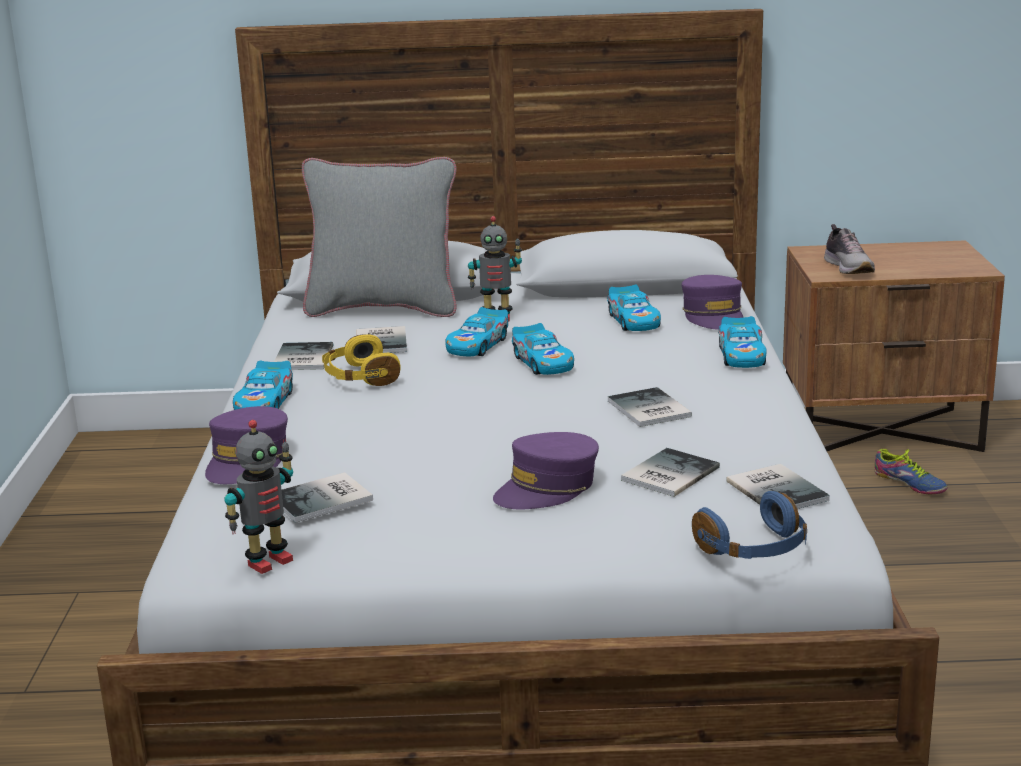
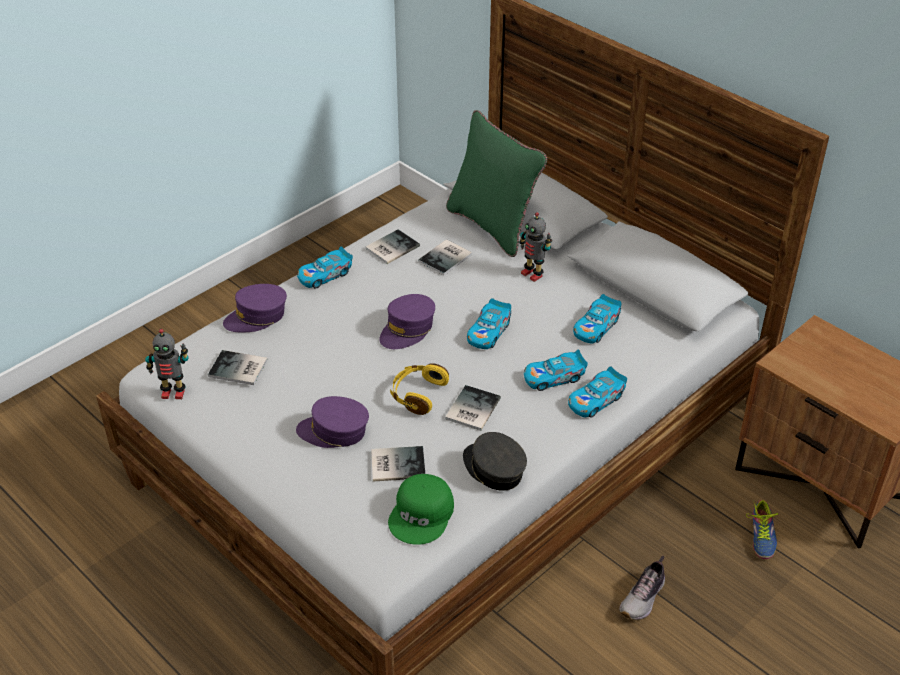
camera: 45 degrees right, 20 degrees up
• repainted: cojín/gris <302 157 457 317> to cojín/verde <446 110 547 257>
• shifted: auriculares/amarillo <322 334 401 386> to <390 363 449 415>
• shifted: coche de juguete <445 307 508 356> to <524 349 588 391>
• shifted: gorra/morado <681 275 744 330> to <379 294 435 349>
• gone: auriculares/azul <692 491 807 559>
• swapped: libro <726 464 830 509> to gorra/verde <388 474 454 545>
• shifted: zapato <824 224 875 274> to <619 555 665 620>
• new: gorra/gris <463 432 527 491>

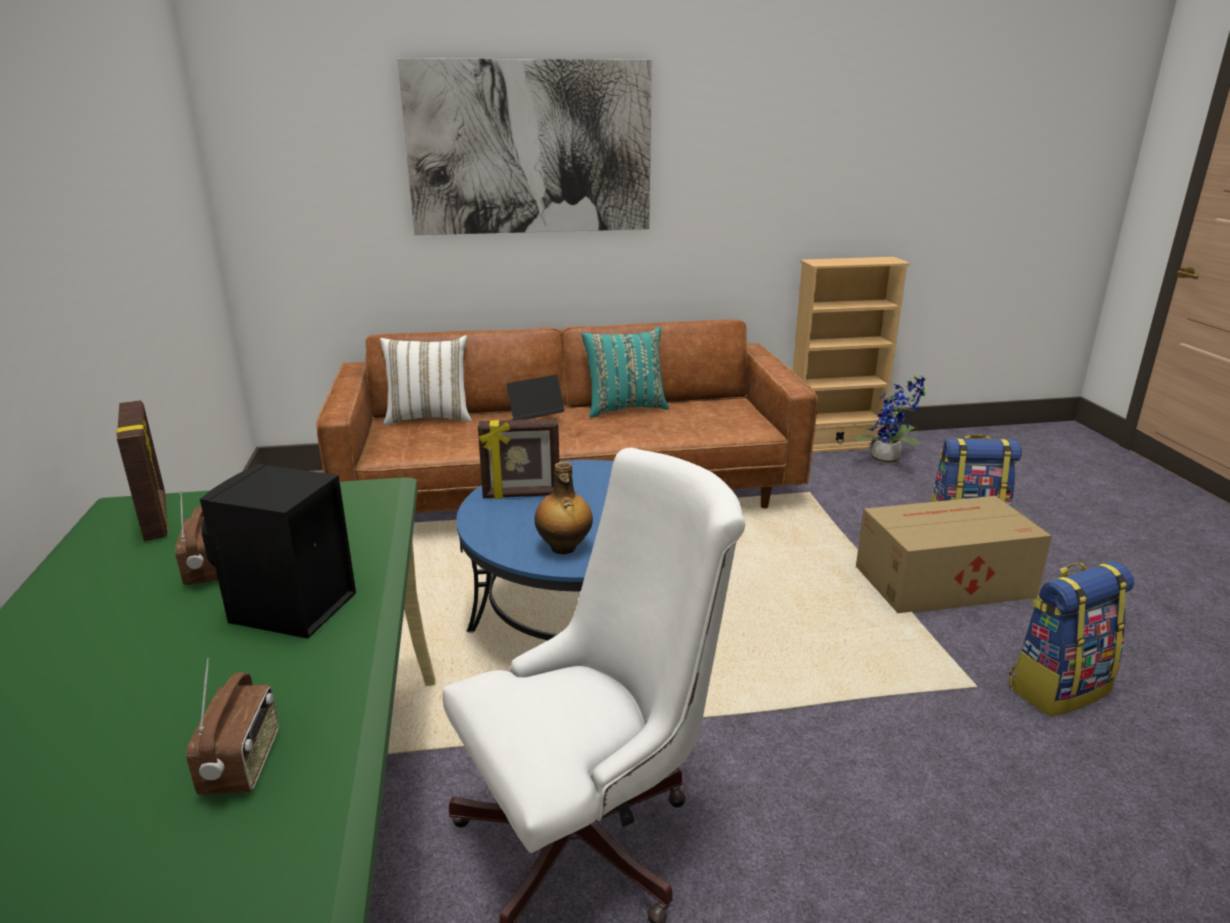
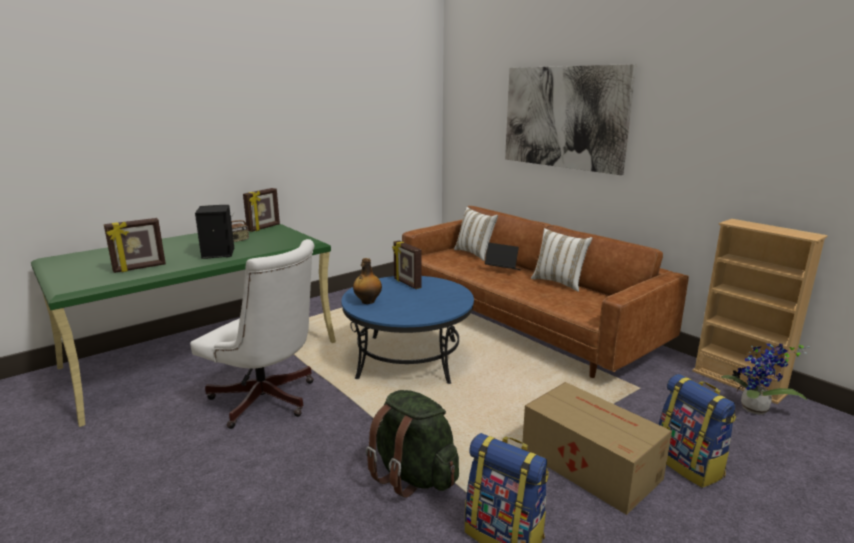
camera: 60 degrees right, 5 degrees down
• swapped: radio <186 658 279 795> to portarretratos <104 218 166 273>
• repainted: cojín/turquesa <581 326 669 418> to cojín/blanco <531 228 592 292>
• new: mochila/verde <366 390 459 498>

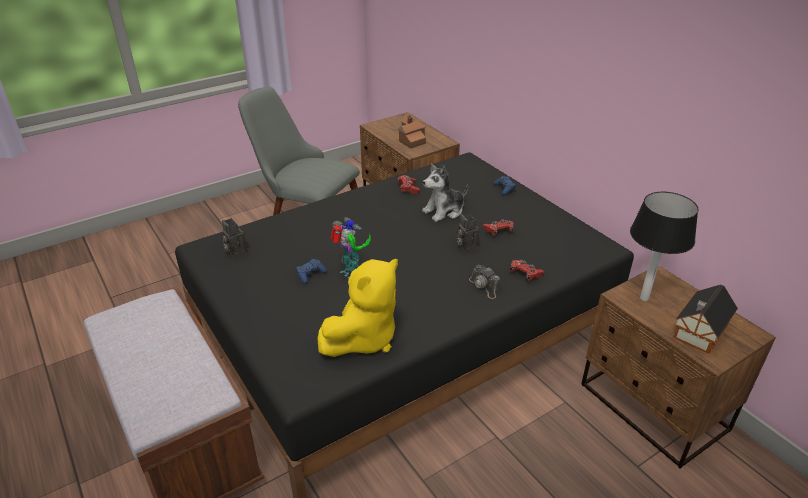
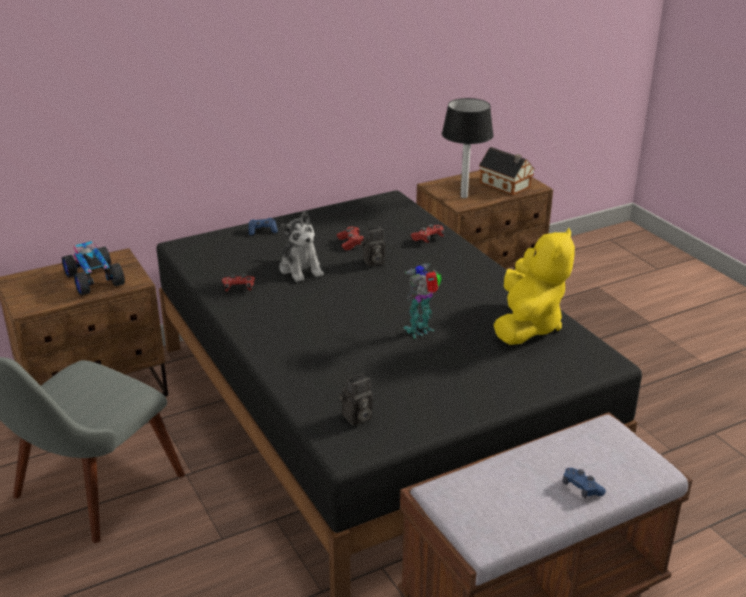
camera: 85 degrees left, 5 degrees down
• shifted: mando de consola/azul <296 259 327 284> to <563 468 606 498>
• rotated: peluche/amarillo <317 259 398 357> = <494 228 575 345> 60 degrees clockwise
• swapped: casita <398 115 426 148> to coche de juguete <62 241 125 296>
• gone: cámara <469 265 500 299>

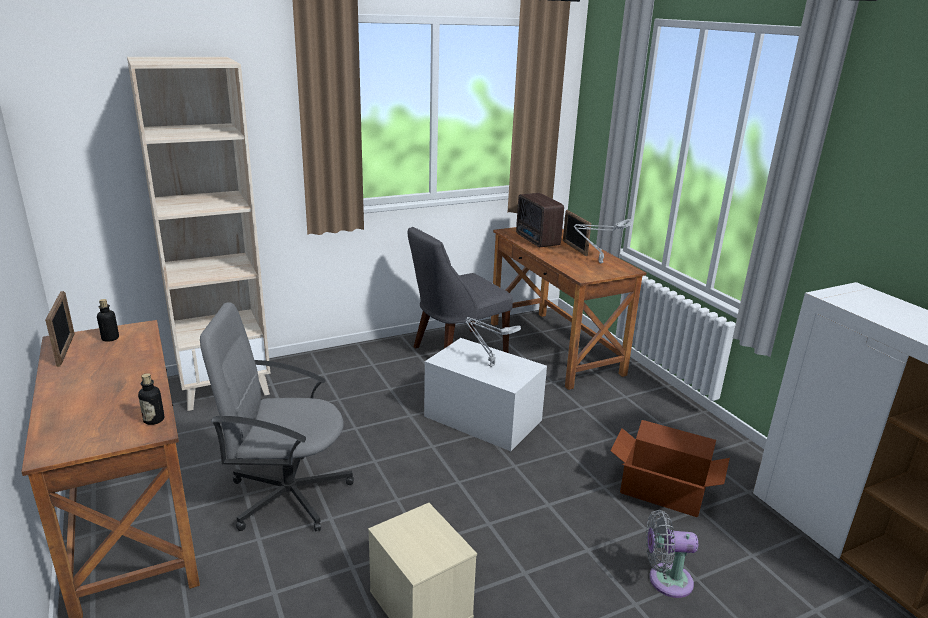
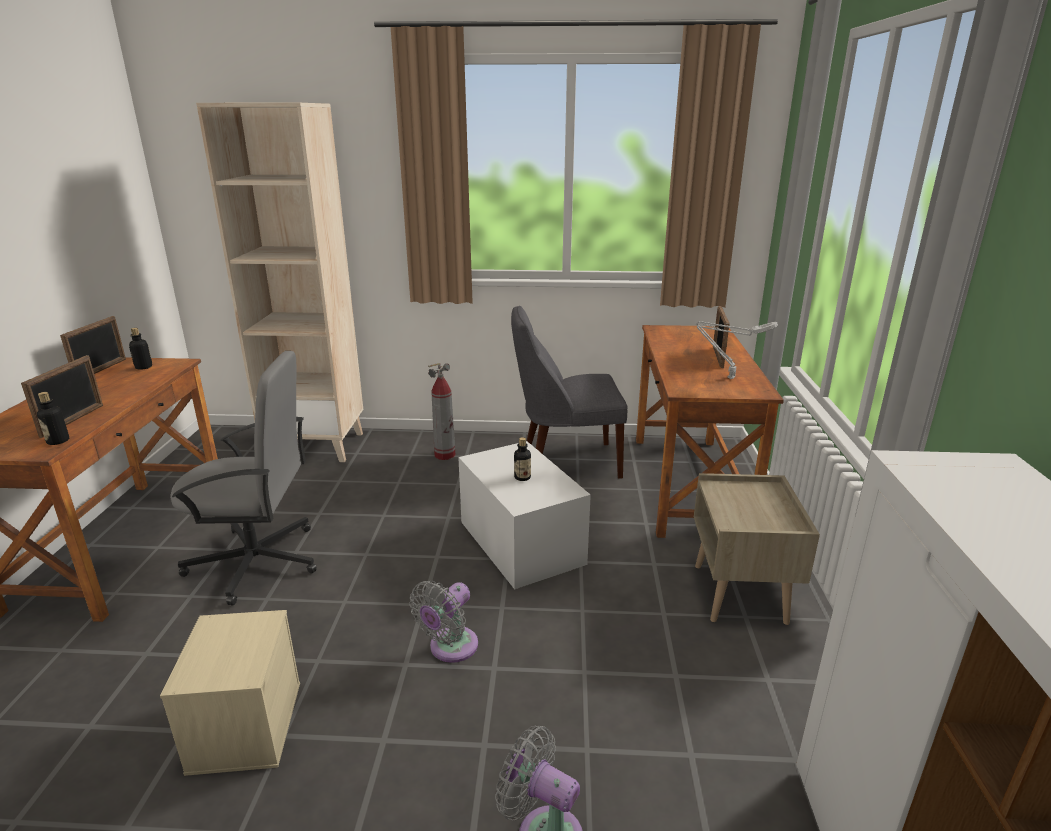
camera: 30 degrees right, 0 degrees up
• rotated: silla de oficina/gris <200 303 354 531> = <170 351 317 606> 150 degrees clockwise
• swapped: lámpara de mesa/gris <465 317 521 367> to botella <514 437 531 481>
• gone: radio <516 193 564 247>
• gone: caja de cartón <611 420 730 517>
• new: portarretratos <21 355 103 438>
• new: ventilador/gris <409 581 478 663>
• new: extintor <428 363 456 460>
• new: mesita de noche/beis <694 473 820 625>

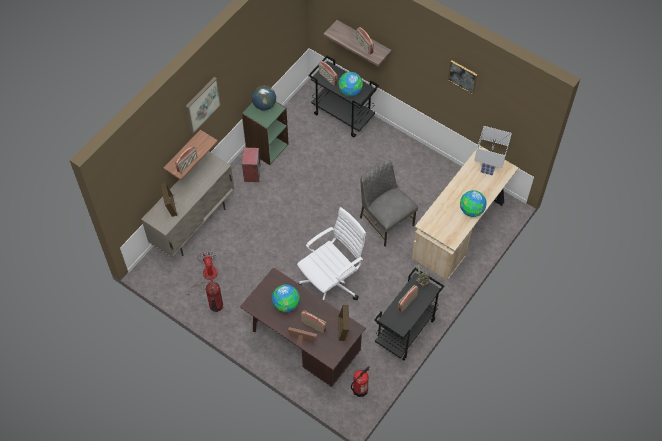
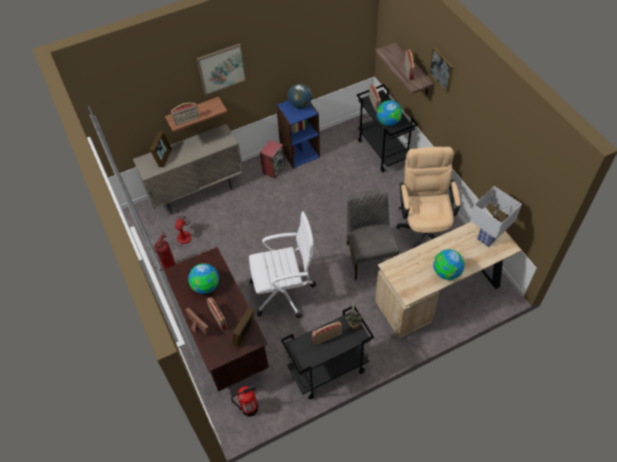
camera: 30 degrees right, 5 degrees down
• repainted: estantería/verde <242 102 289 165> to estantería/azul <276 101 320 168>
• shifted: cuadro <448 60 478 94> to <429 47 454 93>
• new: silla de oficina/beis <396 147 460 248>

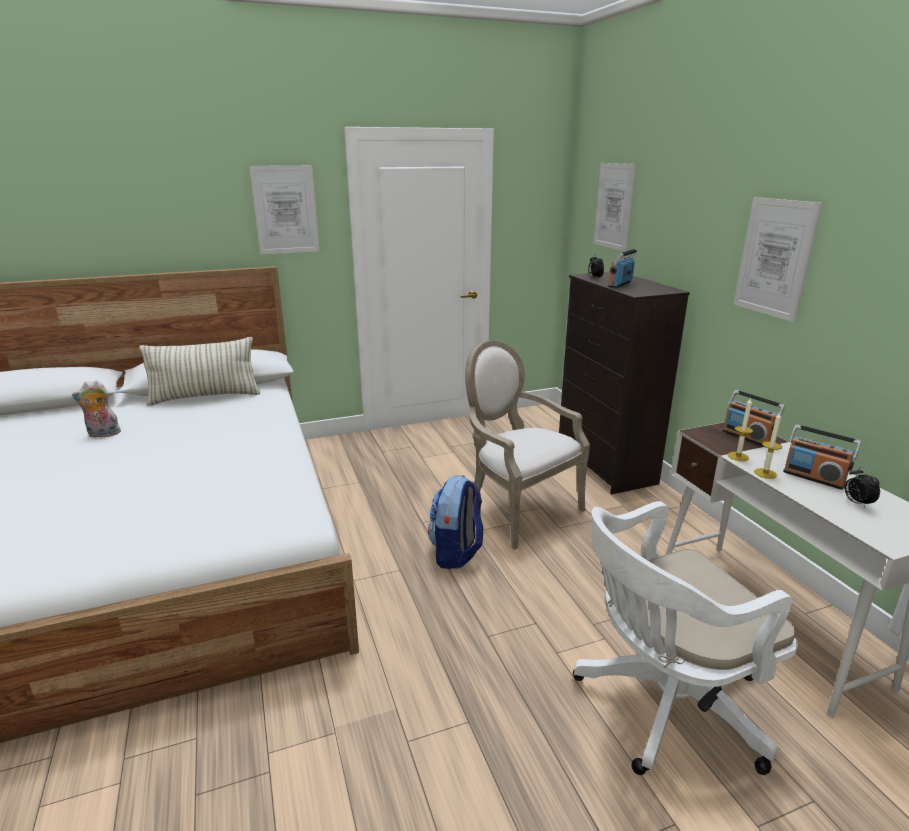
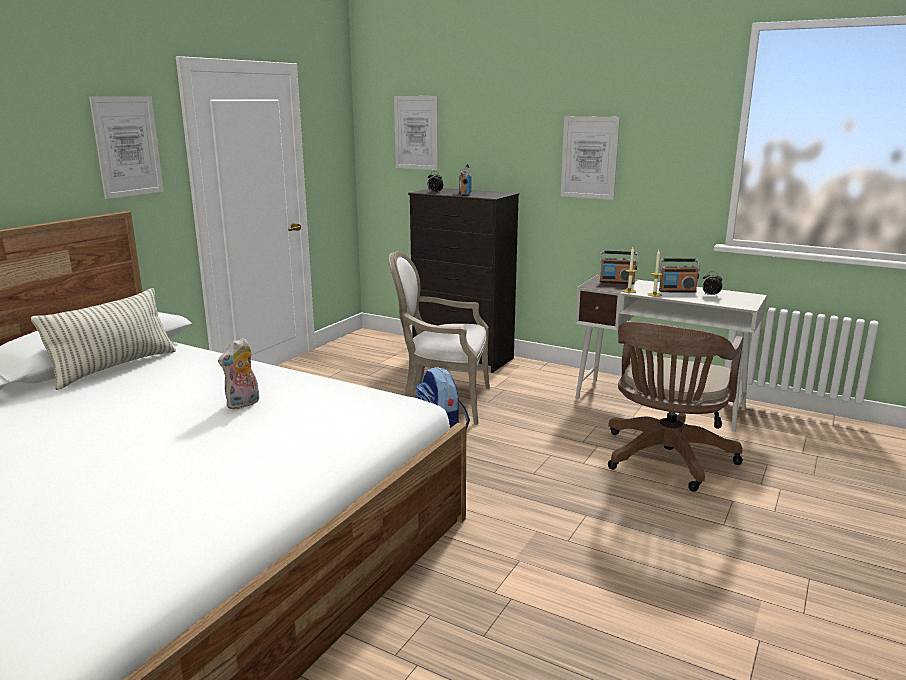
camera: 40 degrees left, 5 degrees down
• shifted: peluche <72 380 121 438> to <218 337 259 410>
• repainted: silla de oficina/blanco <573 501 798 775> to silla de oficina/marrón <608 321 743 492>

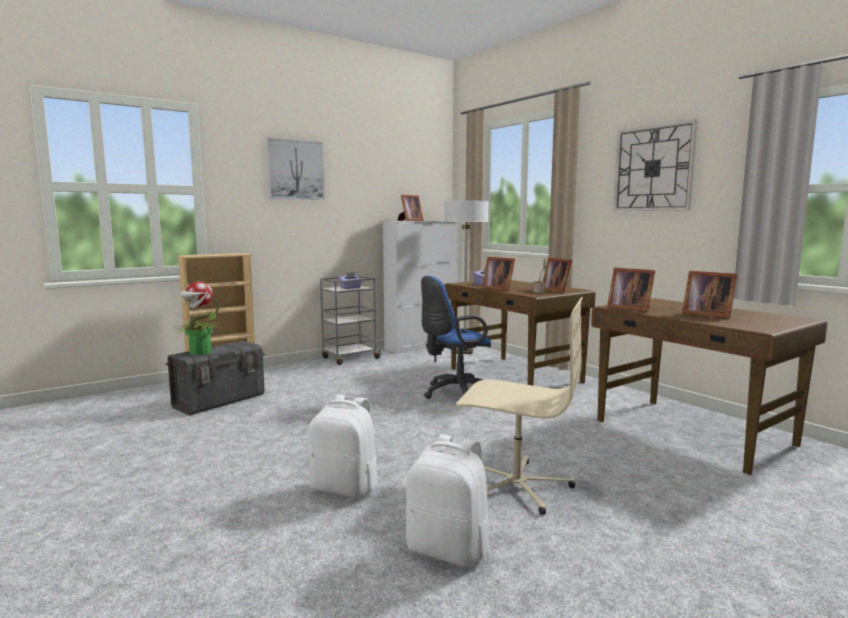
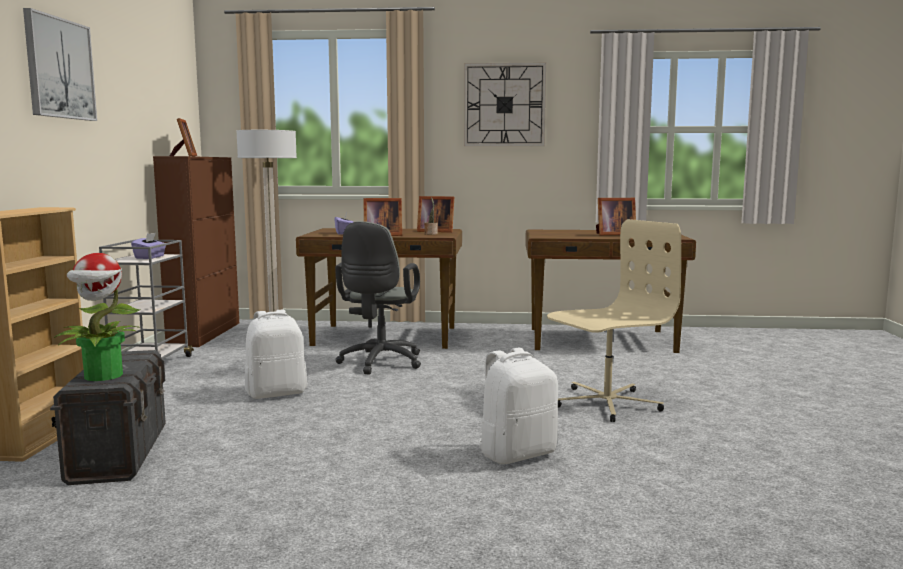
camera: 50 degrees left, 0 degrees up
• repainted: armario/blanco <383 221 458 354> to armario/marrón <153 156 239 347>
• shifted: mochila/blanco <405 434 489 567> to <245 309 308 399>
• repainted: silla de oficina/azul <421 276 491 399> to silla de oficina/gris <335 221 421 374>
• gone: portarretratos <607 267 655 312>

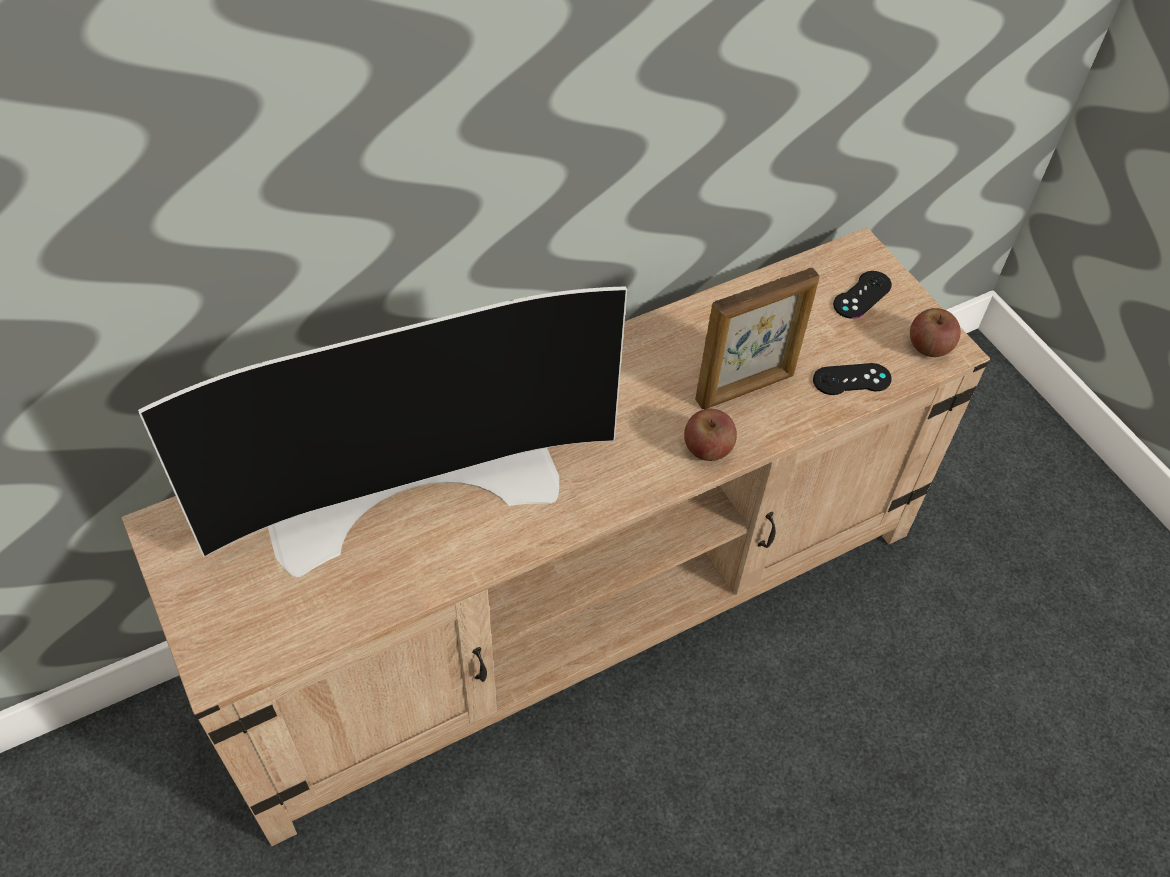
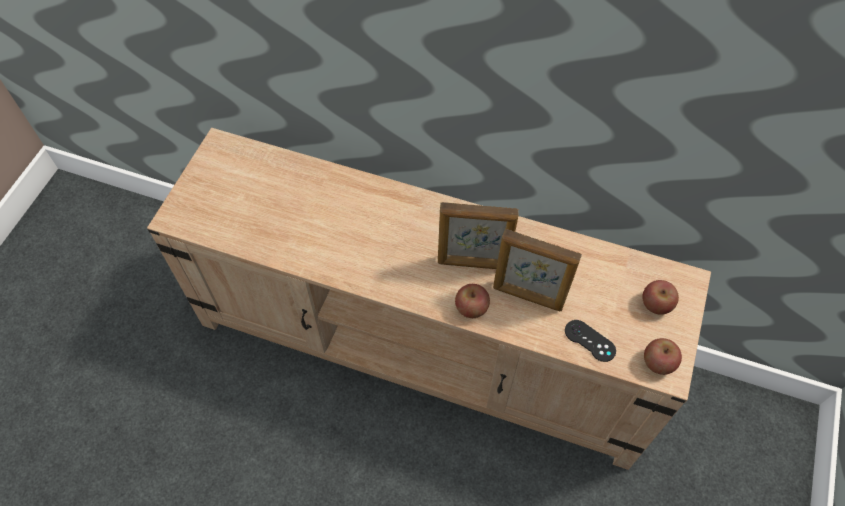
camera: 50 degrees right, 5 degrees up
• gone: televisor <138 286 627 577>
• swapped: mando de consola/negro <833 271 892 319> to manzana <642 280 679 315>
• new: portarretratos <438 202 519 269>

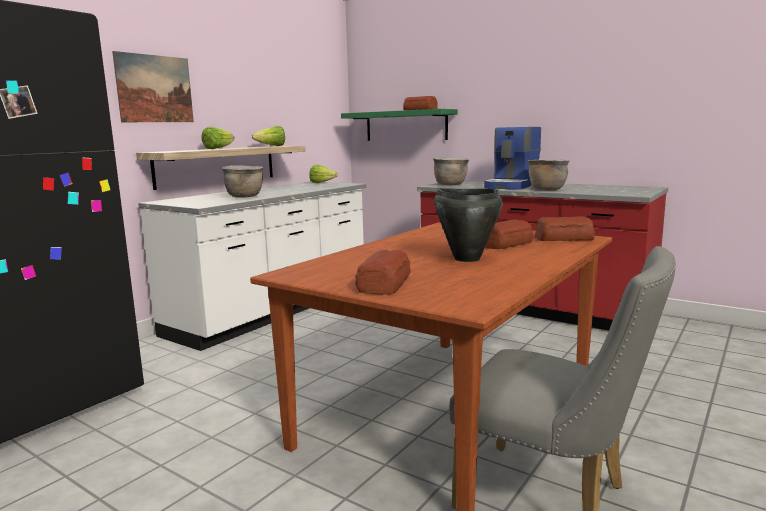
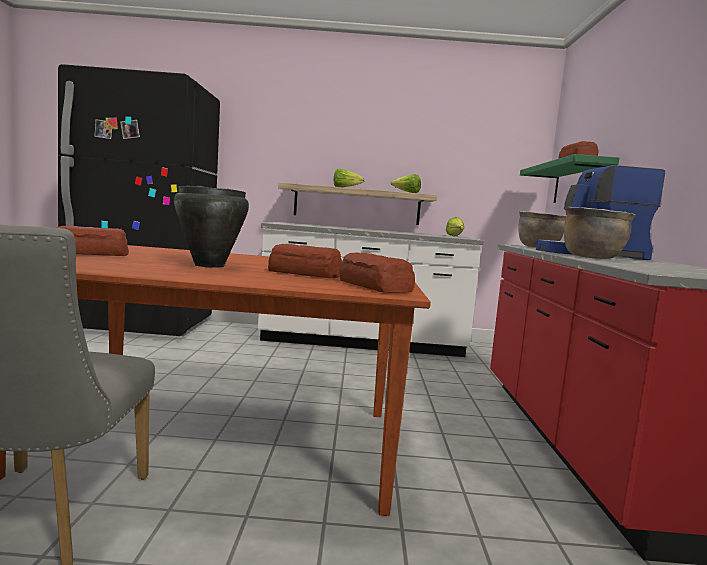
camera: 55 degrees right, 5 degrees down
• gone: cuadro <112 51 194 122>
• gone: olla/marrón <222 165 263 198>

